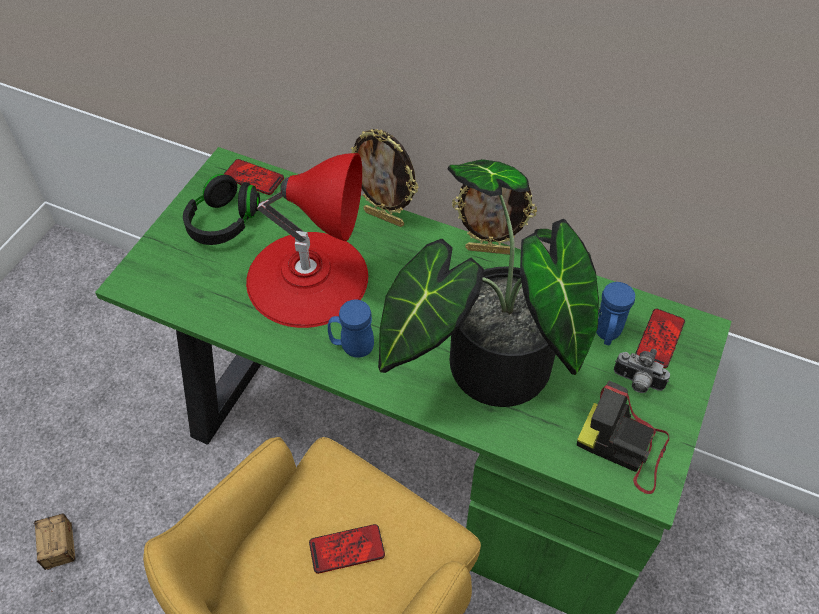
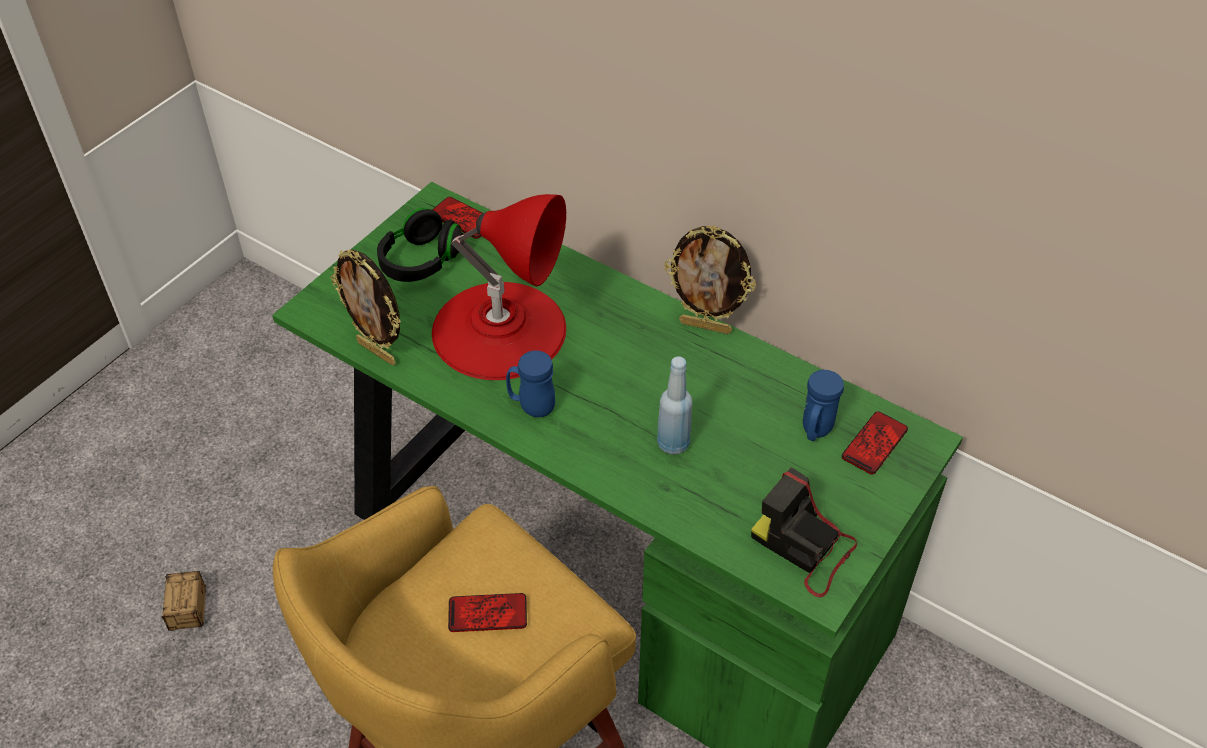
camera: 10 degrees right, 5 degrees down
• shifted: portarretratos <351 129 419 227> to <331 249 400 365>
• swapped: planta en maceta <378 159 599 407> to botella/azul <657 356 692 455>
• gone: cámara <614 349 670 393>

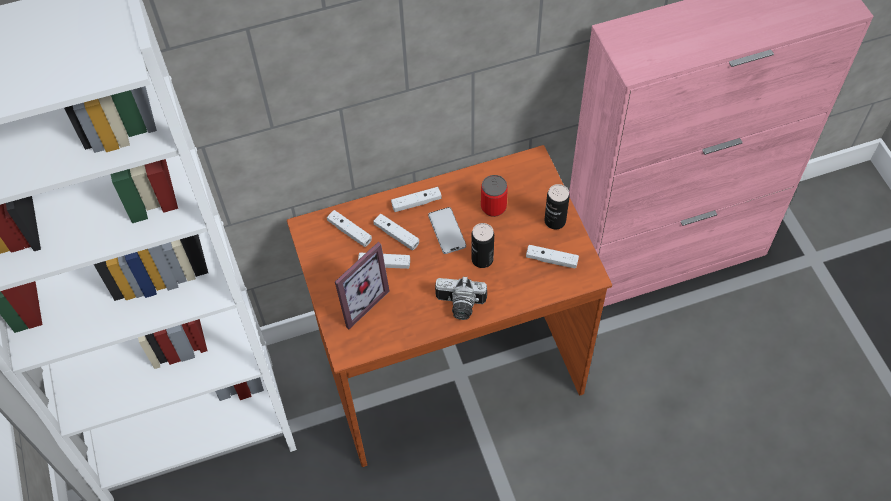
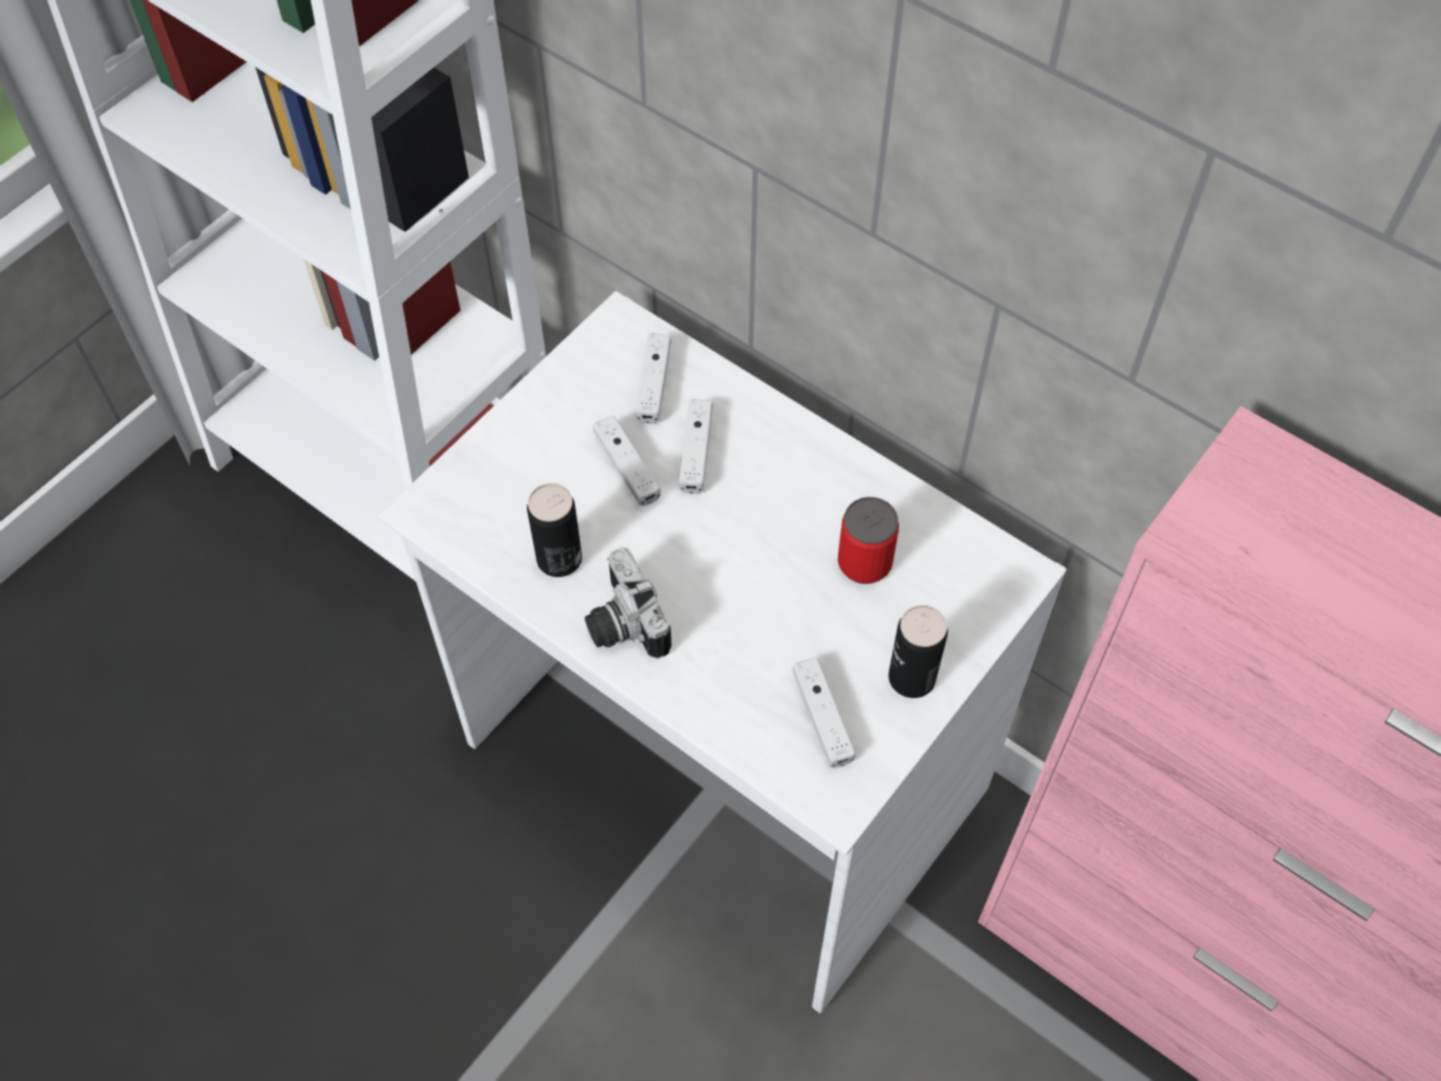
camera: 55 degrees right, 0 degrees up
• repainted: escritorio/marrón <287 145 612 467> to escritorio/blanco <379 291 1066 1013>
• gone: portarretratos <335 242 389 329>
• gone: mando de consola/blanco <391 187 442 212>
• gone: móvil <428 207 466 254>
• shifted: lata <471 223 494 268> to <527 483 582 577>

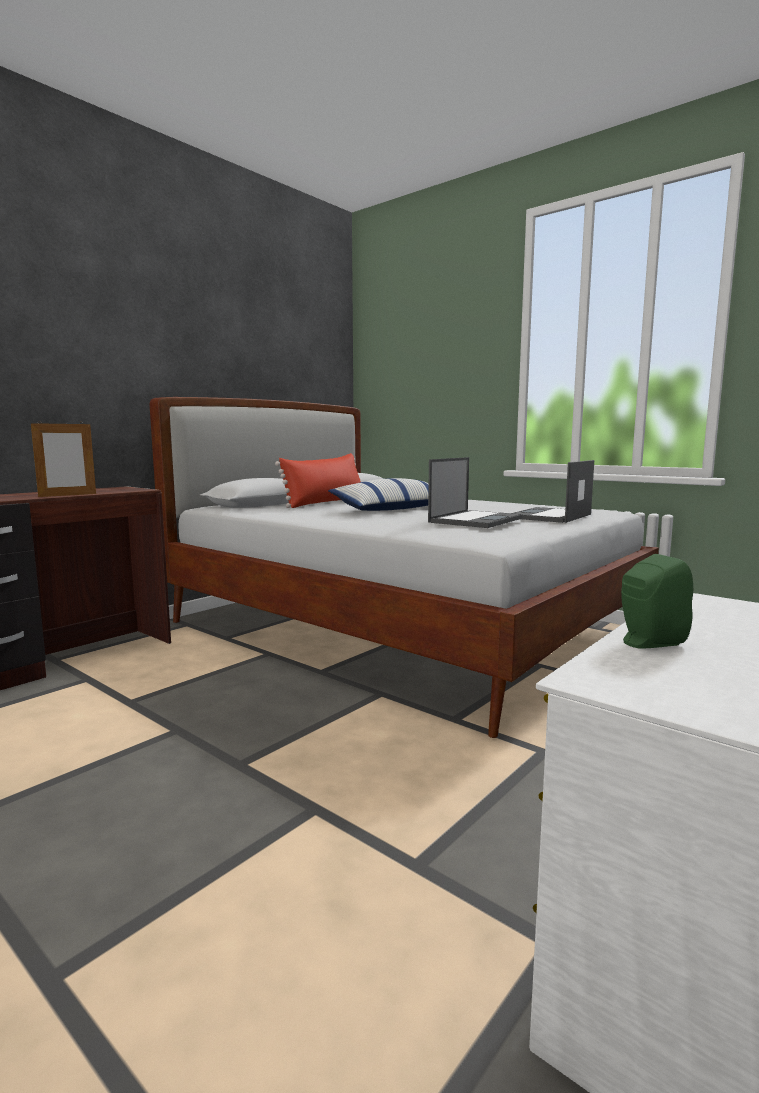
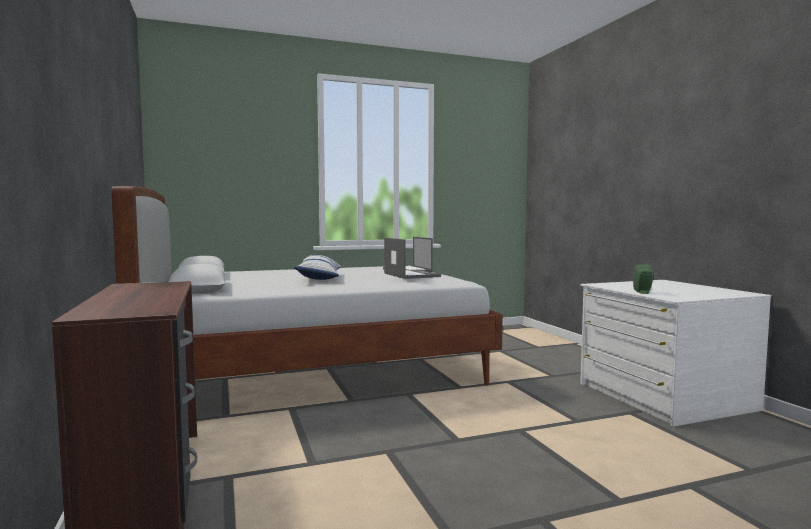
camera: 60 degrees left, 5 degrees down
• gone: portarretratos <31 421 96 497>
• gone: cojín/rojo <275 453 361 508>

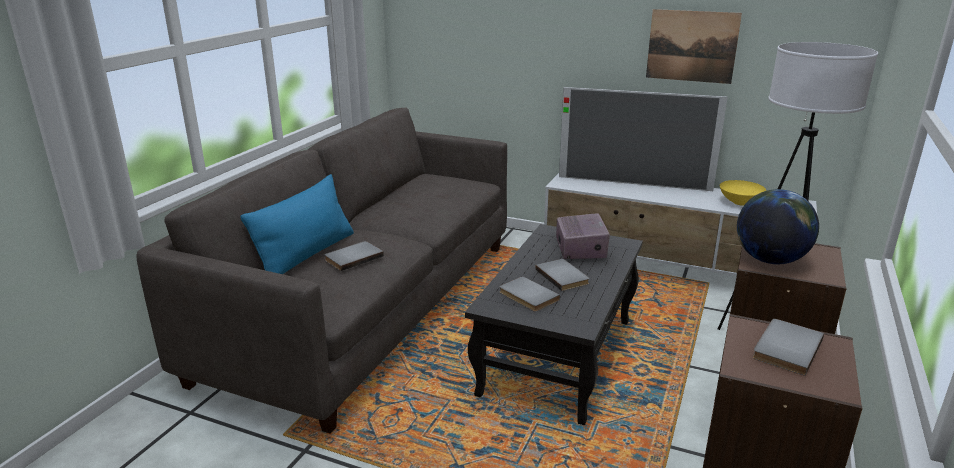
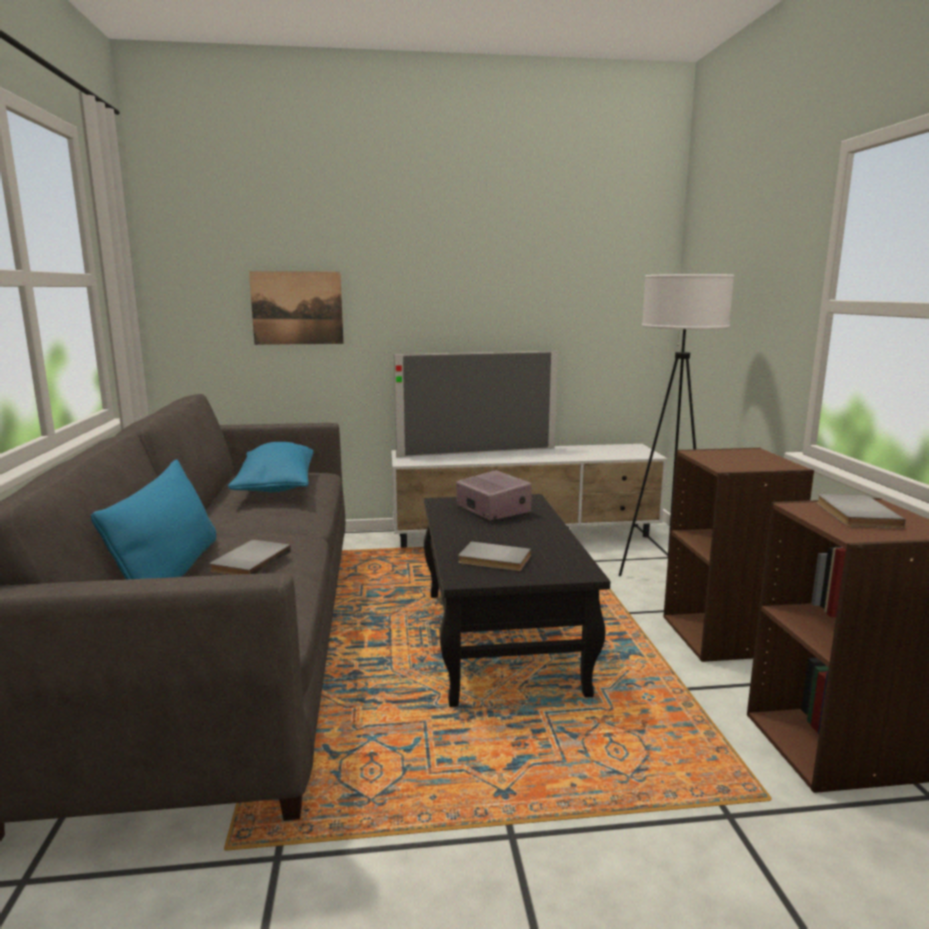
camera: 30 degrees left, 10 degrees down
• gone: libro/gris <535 259 589 291>
• shifted: cuadro <646 9 742 84> to <249 271 344 345>
• gone: cuenco/amarillo <720 180 766 205>
• gone: globo terráqueo <737 189 819 264>
• new: cojín/azul <228 442 313 492>

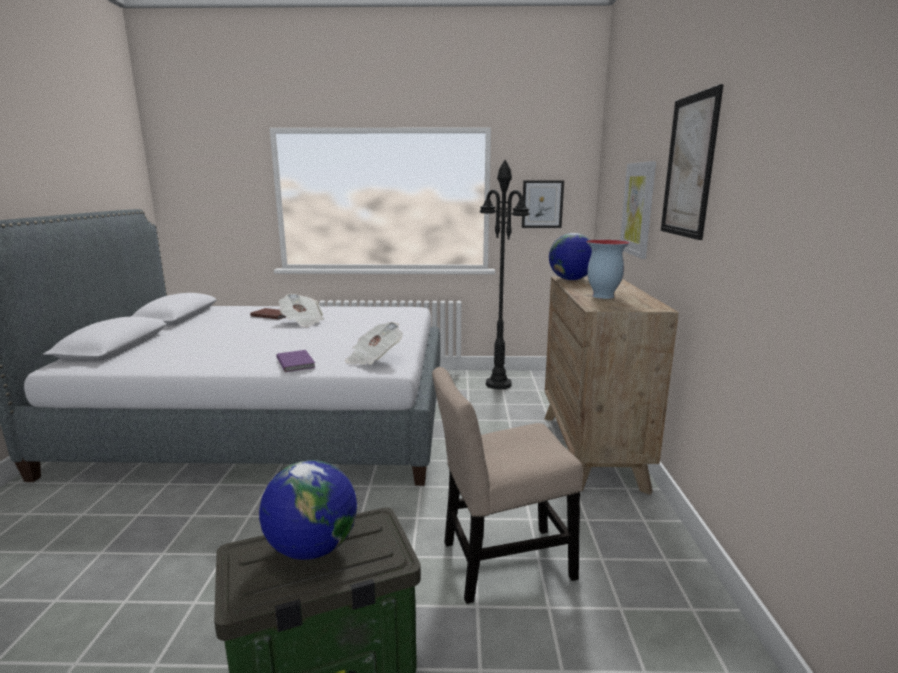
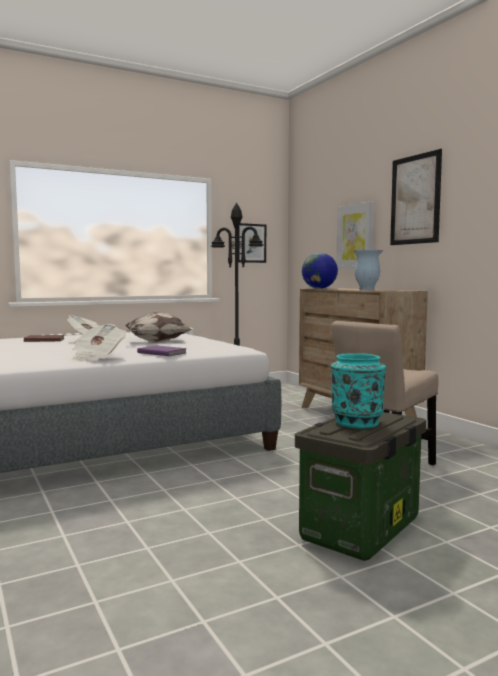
camera: 30 degrees left, 10 degrees down
• swapped: globo terráqueo <259 460 357 560> to florero/turquesa <331 353 386 428>
• shifted: periódico <345 322 403 365> to <72 324 126 362>
• new: cojín <124 312 192 342>

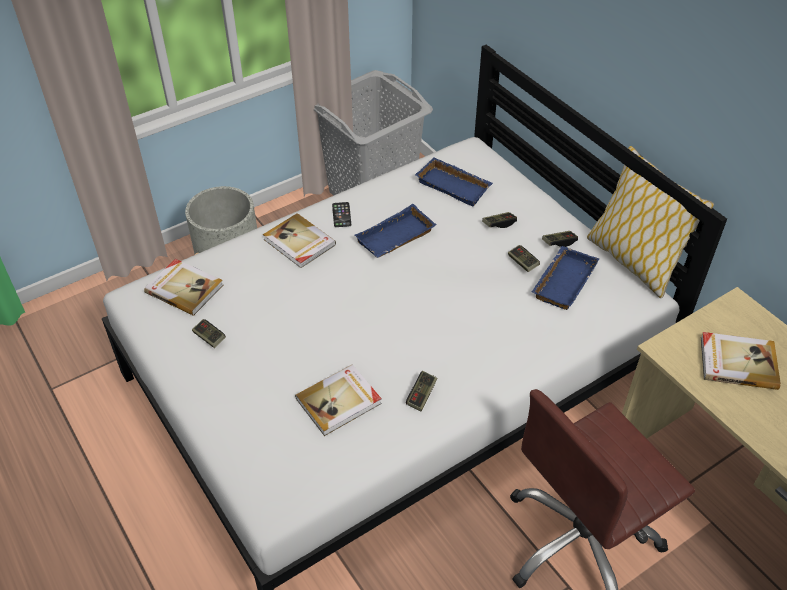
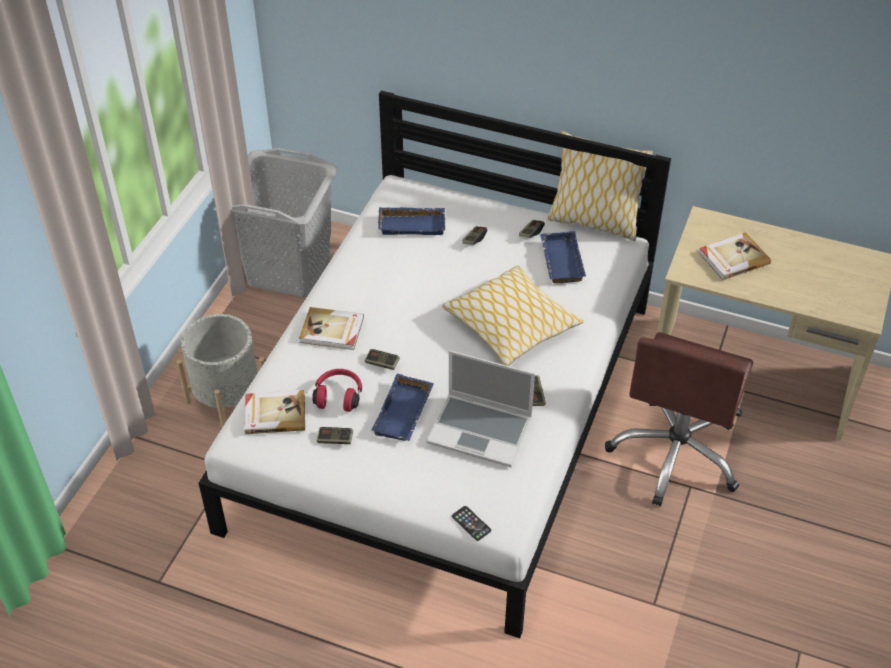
camera: 35 degrees left, 0 degrees up
• swapped: libro <295 364 382 436> to portátil <427 350 535 467>
• shifted: móvil <332 202 351 227> to <452 506 491 541>
• shifted: bandeja/azul <355 204 436 258> to <371 374 434 441>
• shifted: mando de consola <508 245 540 272> to <365 349 400 370>
• new: auriculares/rojo <312 369 362 412>
• new: cojín <442 265 584 366>

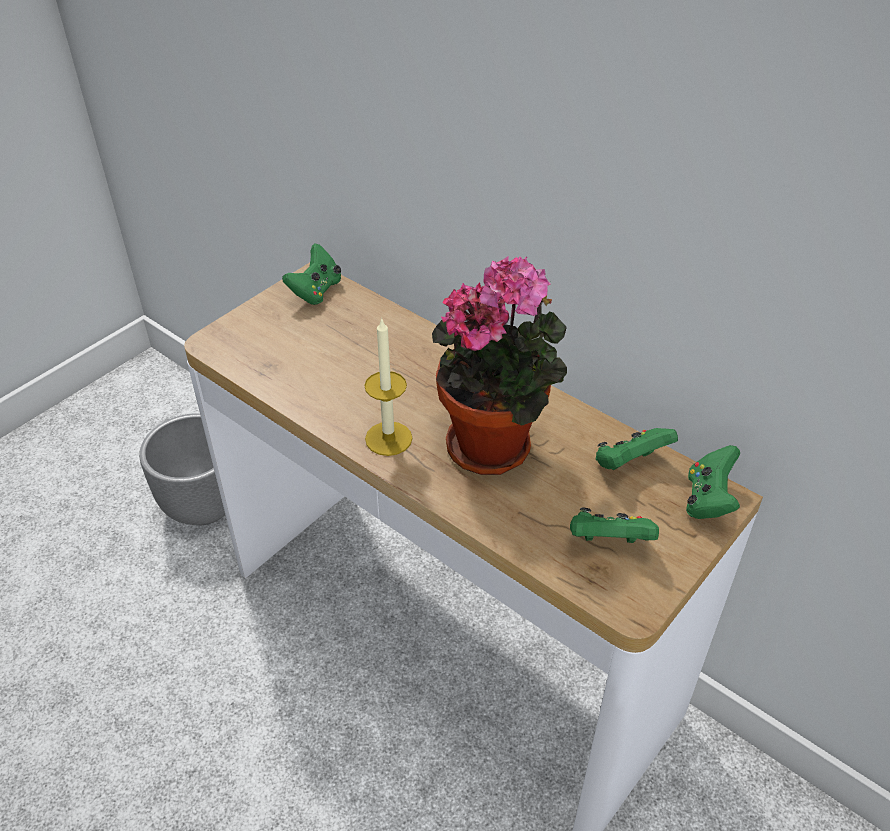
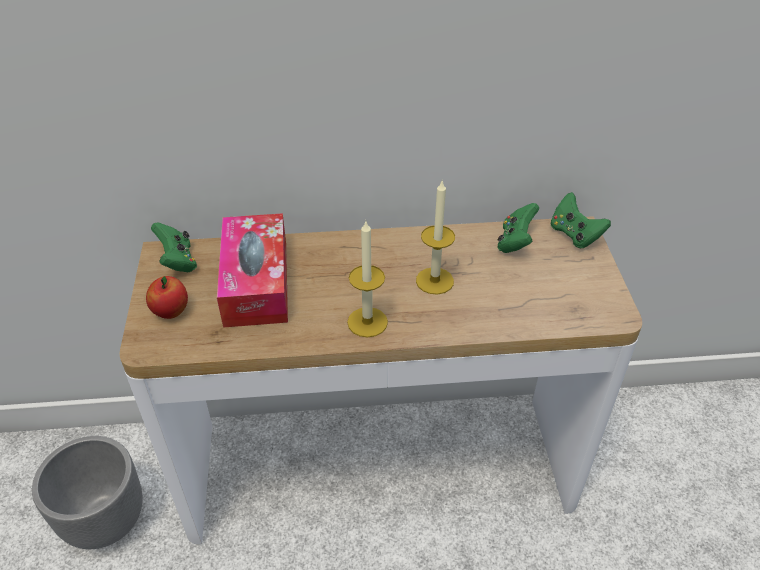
camera: 45 degrees left, 0 degrees up
• swapped: planta en maceta <432 256 567 475> to vela <416 181 455 295>
• gone: mando de consola/verde <570 507 659 543>
• new: manzana <146 276 188 319>
• new: caja de pañuelos <217 213 288 328>

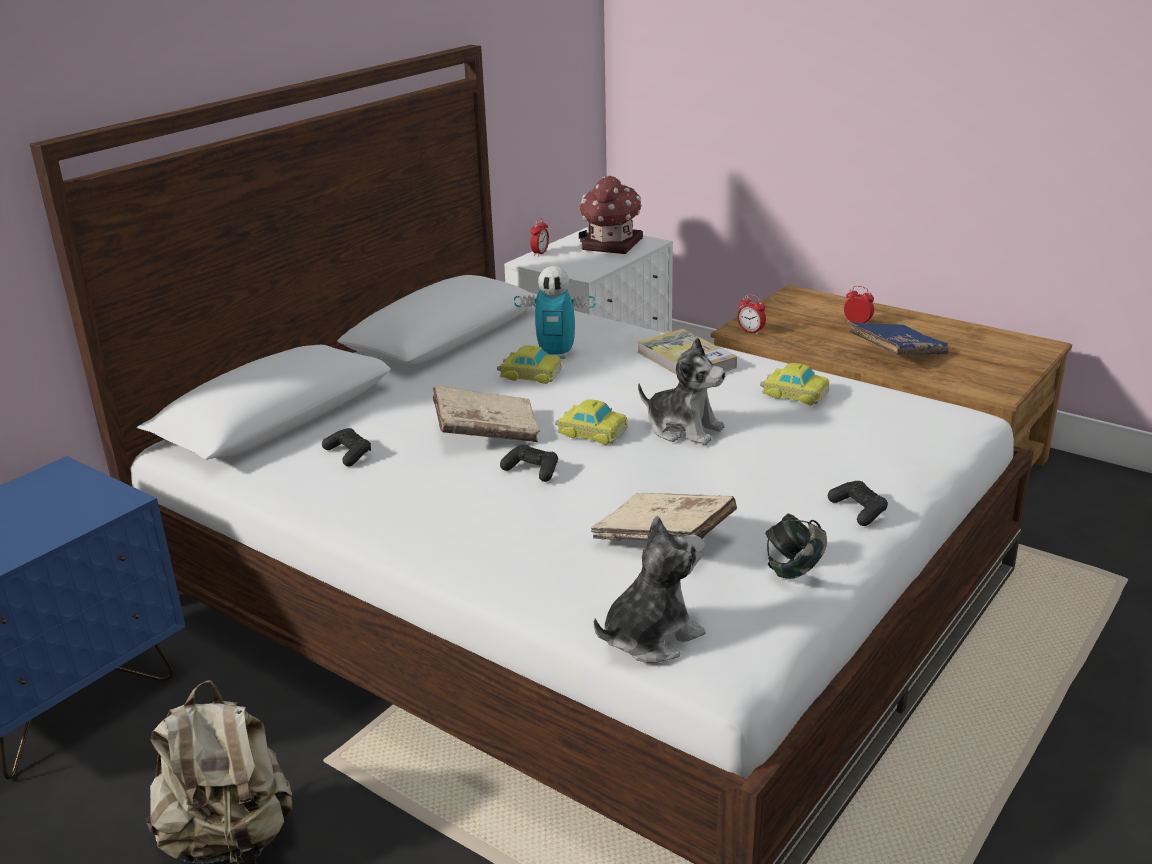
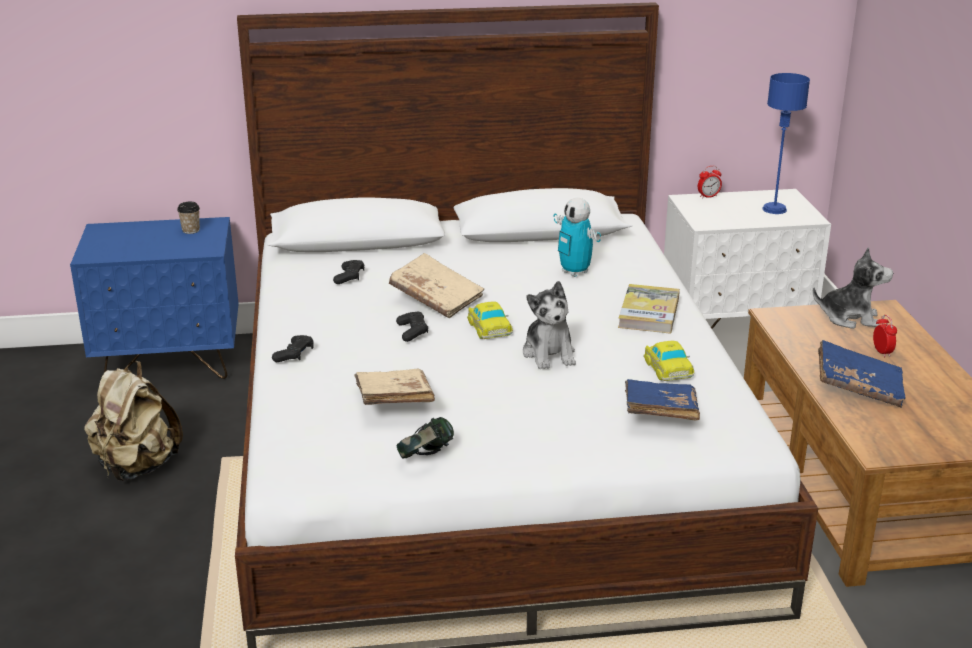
camera: 45 degrees right, 0 degrees up
• gone: coche de juguete <497 345 562 384>
• swapped: casita <579 176 643 254> to lámpara de mesa/azul <762 73 810 214>
• shifted: peluche <594 516 705 663> to <813 247 893 329>
• gone: despertador <737 294 766 335>
• shifted: mando de consola/negro <828 481 888 526> to <272 335 314 362>
• new: taza <177 202 200 234>
• new: libro/azul <625 379 700 421>

